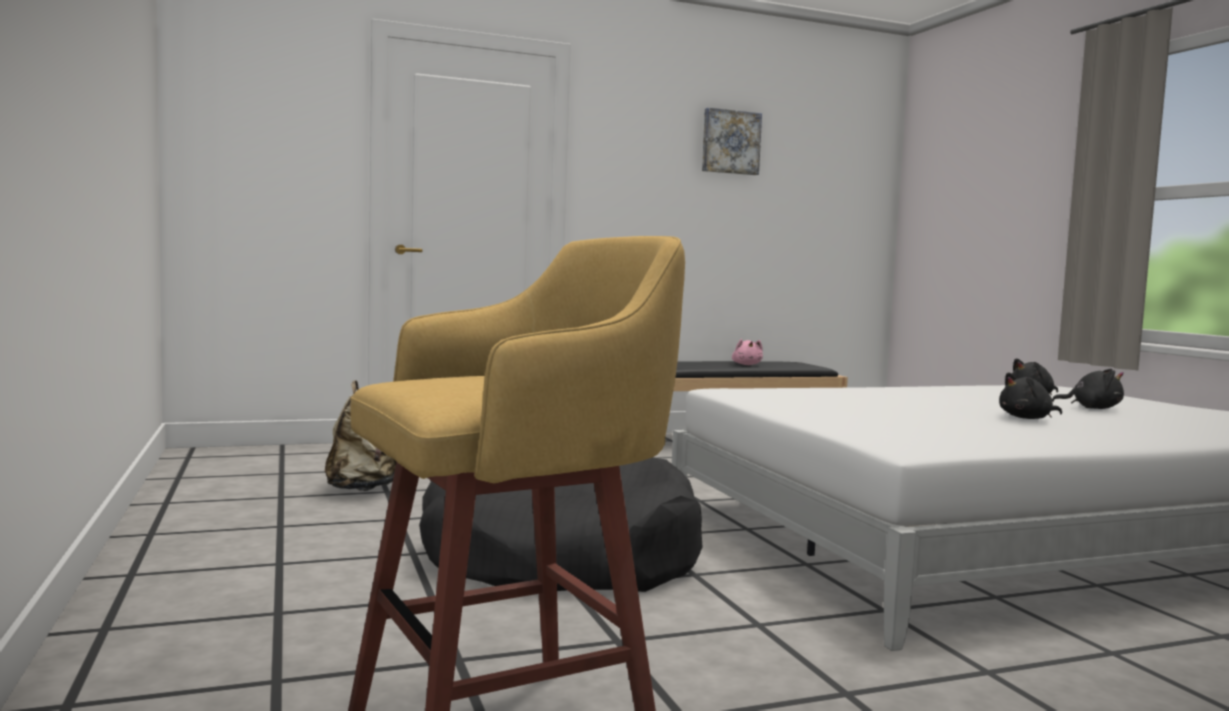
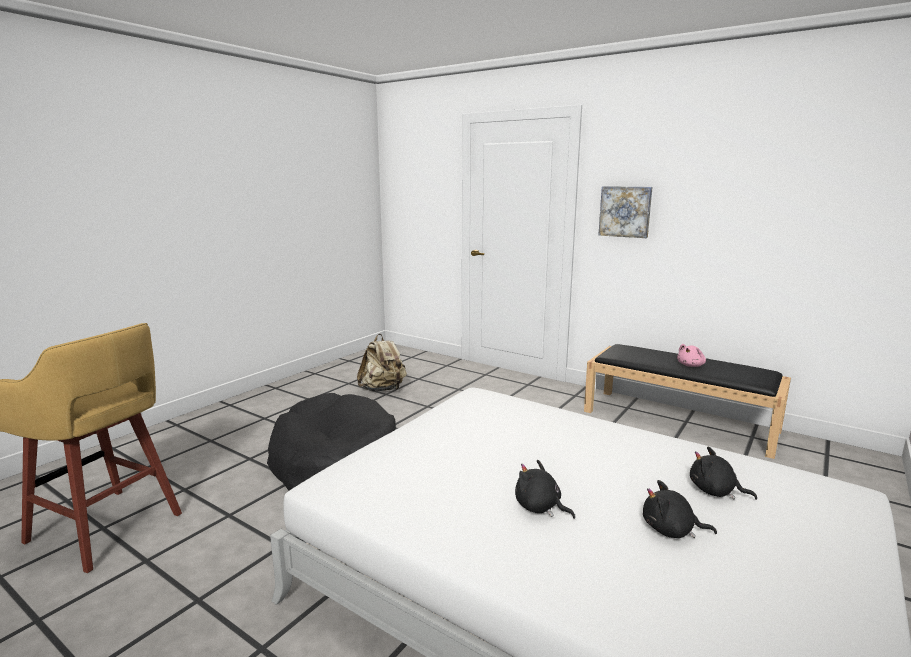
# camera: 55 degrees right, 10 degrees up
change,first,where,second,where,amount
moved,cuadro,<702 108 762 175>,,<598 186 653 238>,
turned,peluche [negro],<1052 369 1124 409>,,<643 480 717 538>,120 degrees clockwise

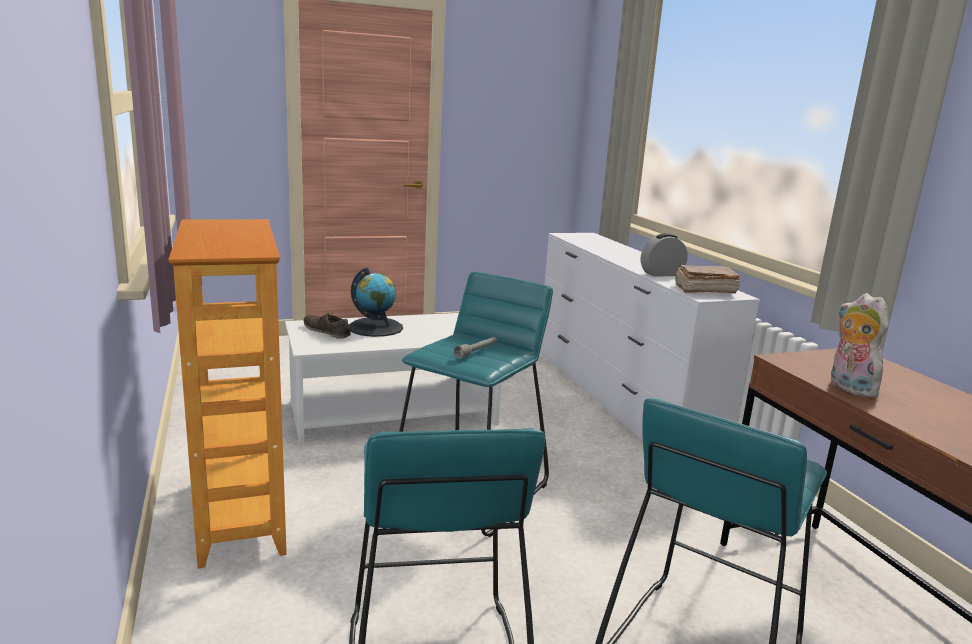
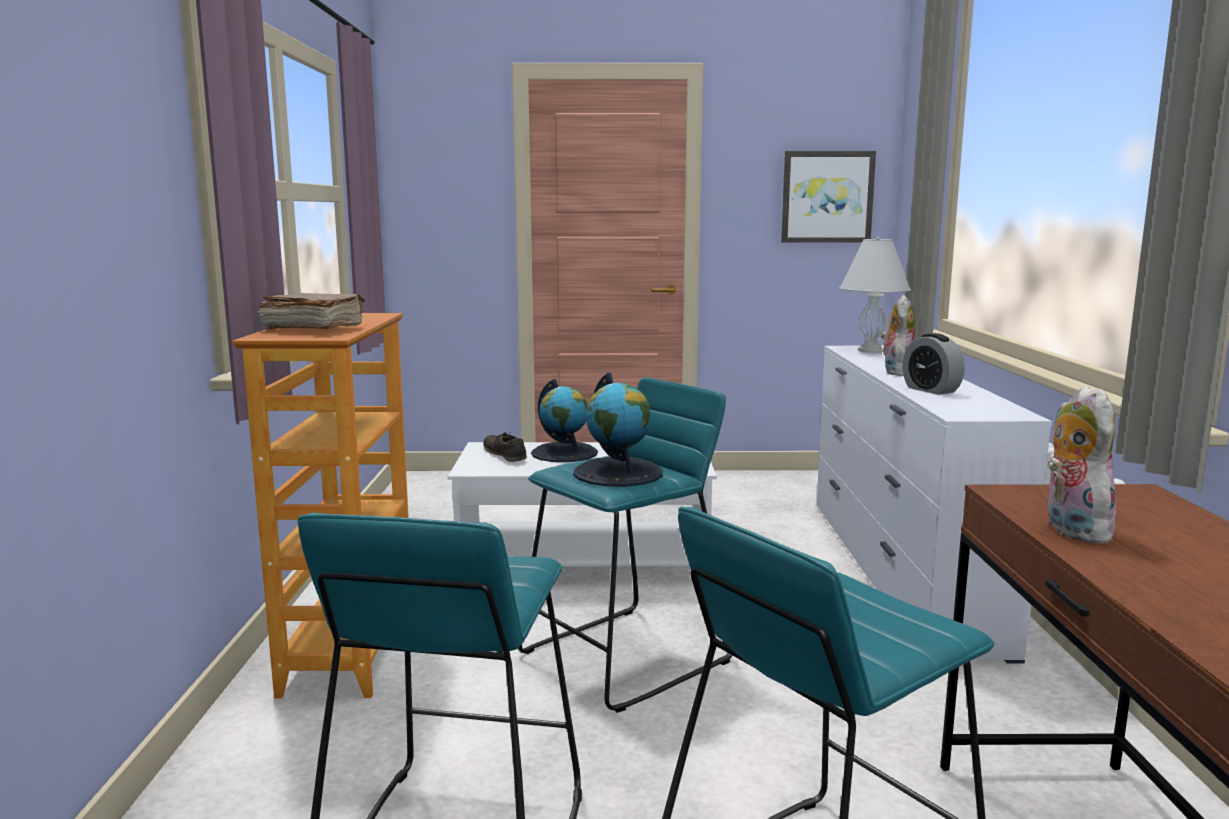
# camera: 20 degrees right, 5 degrees down
change,first,where,second,where,amount
turned,despertador,<641 233 688 277>,,<902 333 965 395>,120 degrees counterclockwise
moved,libro [marrón],<675 265 741 293>,,<258 293 365 330>,
replaced,linterna [gris],<454 337 497 359>,globo terráqueo,<573 372 663 487>,
added,,,cuadro,<781 151 876 243>,
added,,,lámpara de mesa [blanco],<840 237 911 353>,
added,,,peluche,<881 295 915 376>,

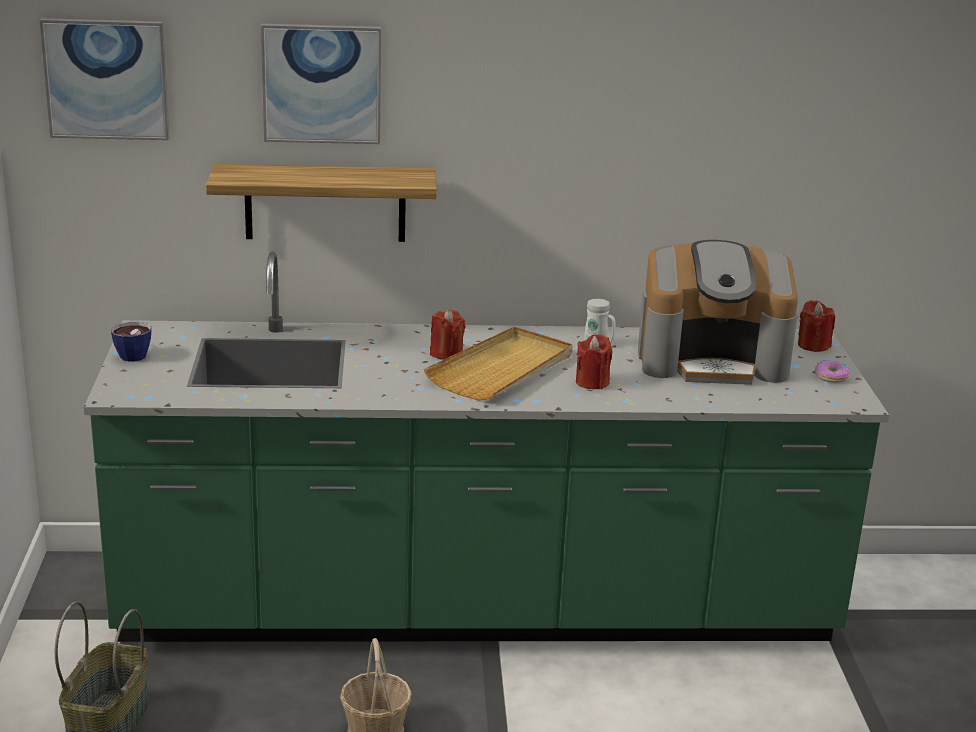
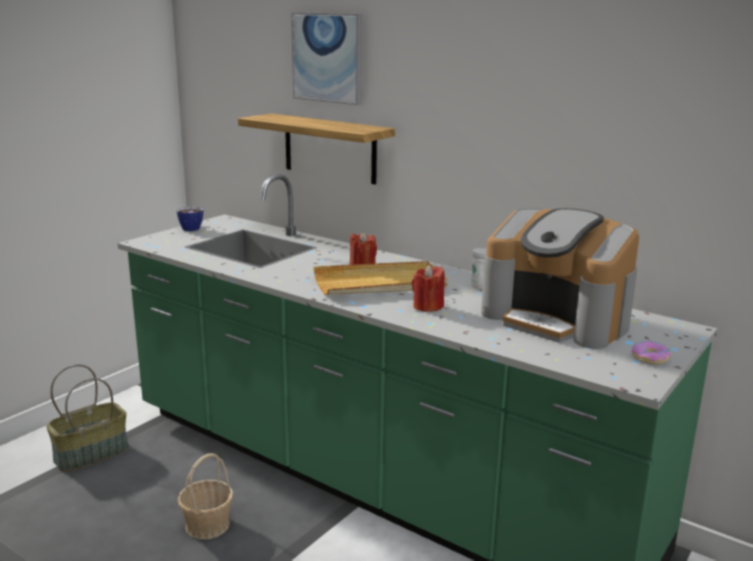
# camera: 40 degrees right, 5 degrees down
change,first,where,second,where,amount
removed,cuadro,<39 18 170 140>,,,
removed,vela [rojo],<798 300 835 352>,,,

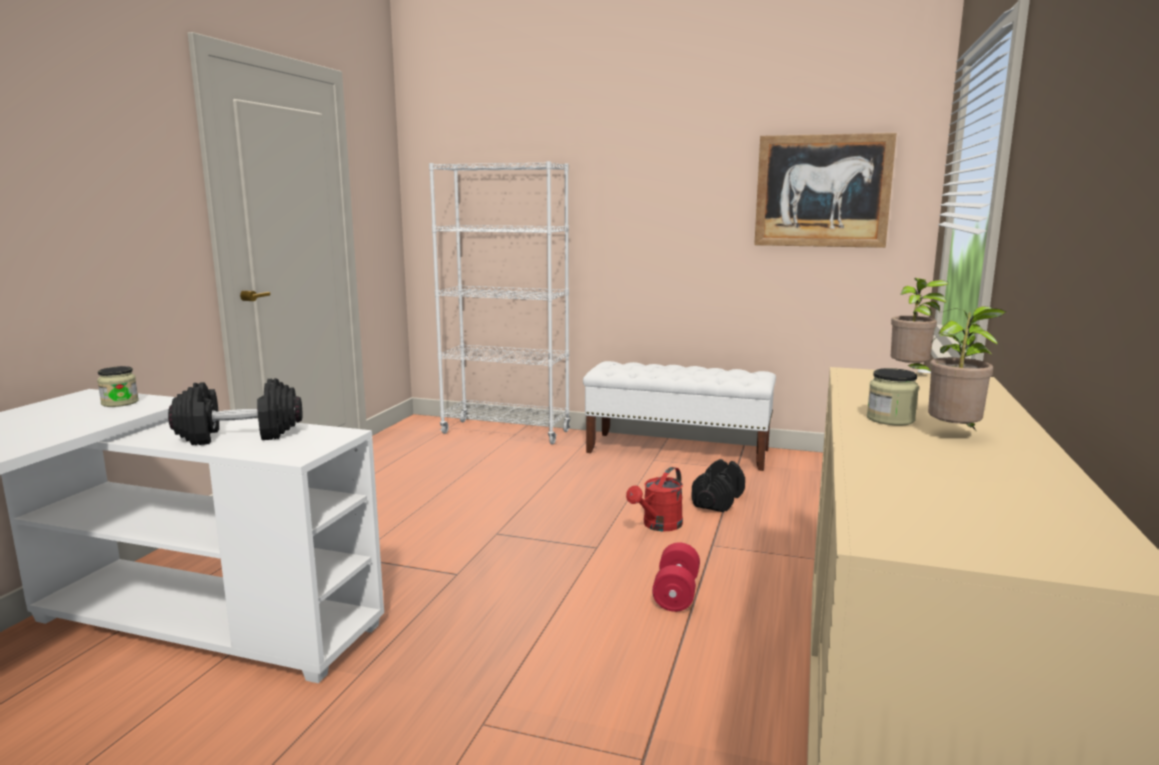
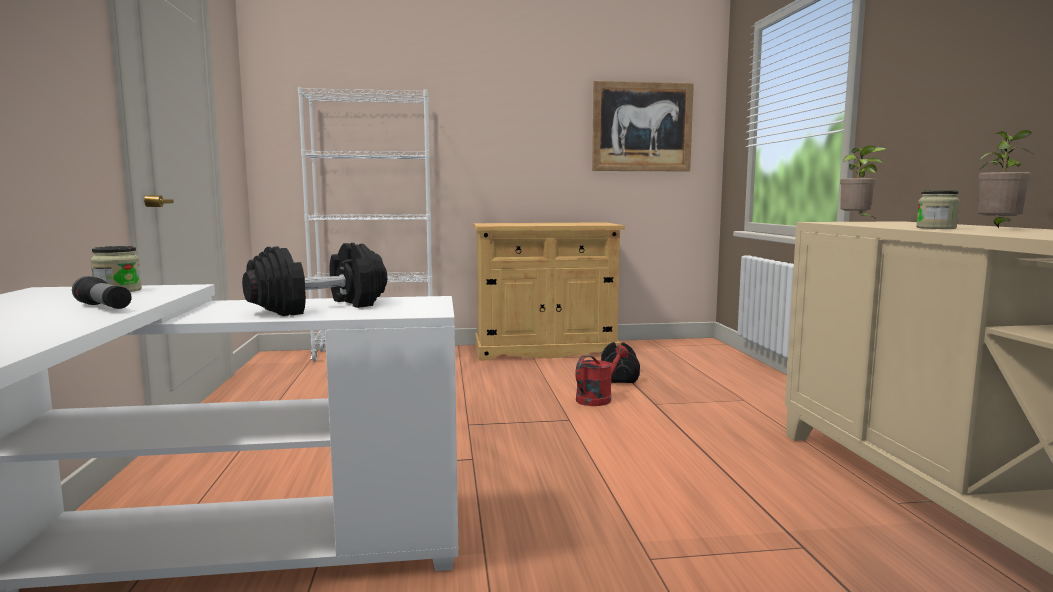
# camera: 25 degrees left, 5 degrees down
change,first,where,second,where,amount
replaced,banco [blanco],<583 361 776 471>,armario [beis],<473 222 625 361>,
turned,regadera [rojo],<626 467 683 532>,,<575 345 629 406>,150 degrees counterclockwise
removed,mancuerna [rojo],<652 542 700 612>,,,
added,,,linterna,<72 276 132 309>,

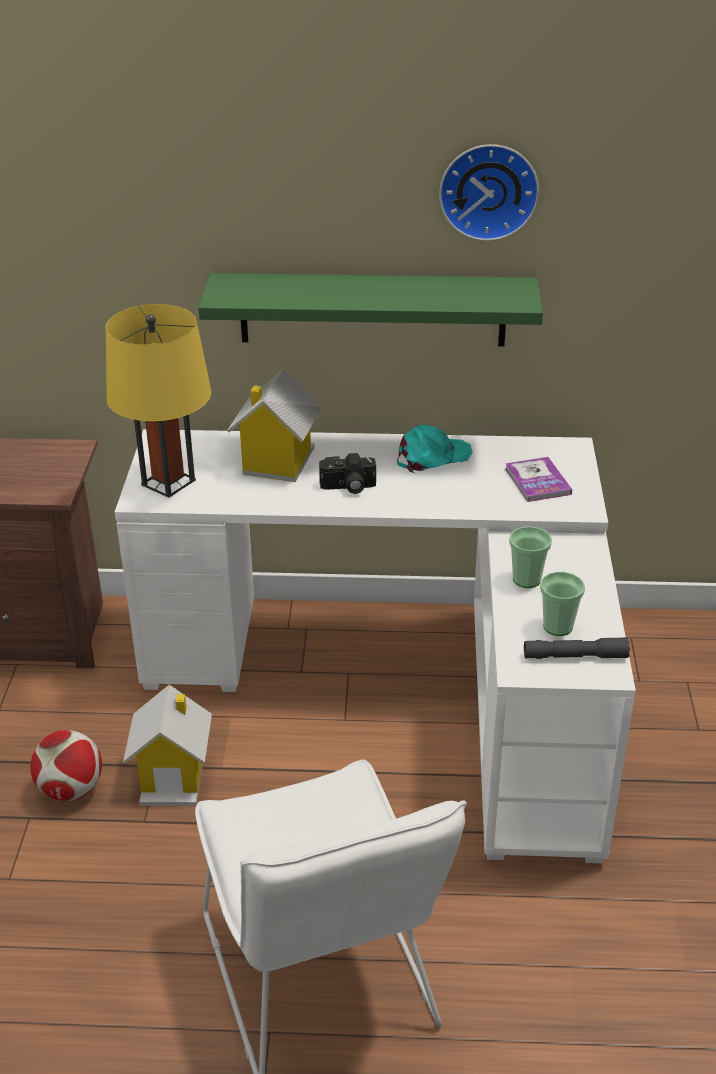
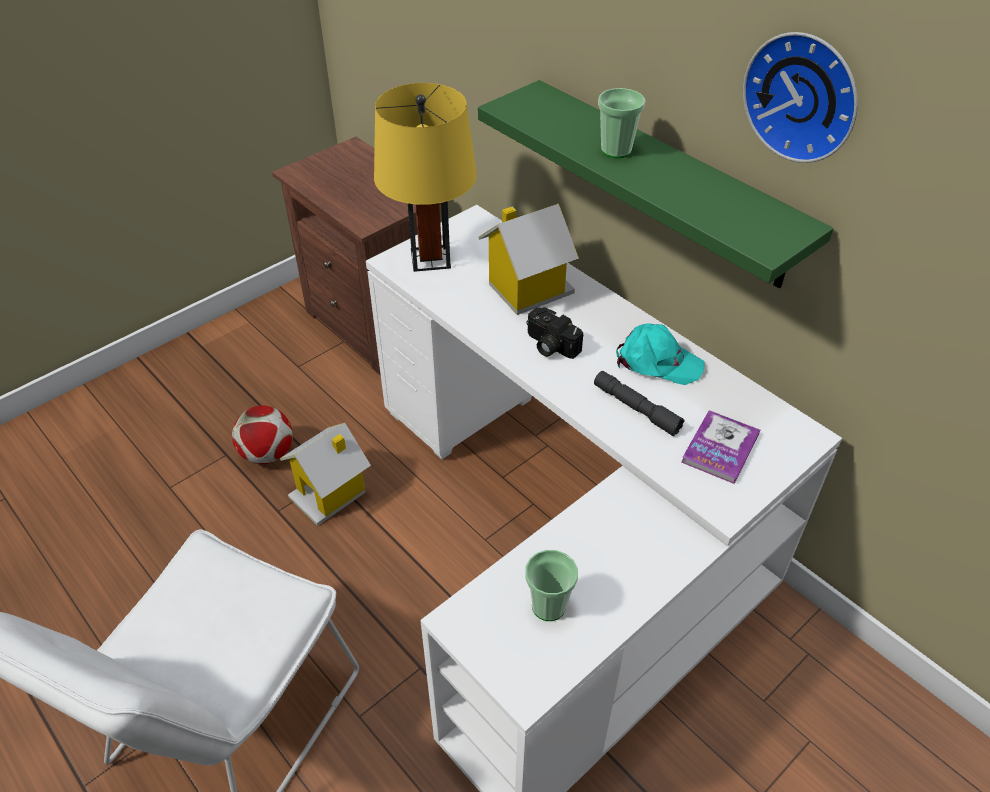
# camera: 45 degrees right, 10 degrees up
change,first,where,second,where,amount
moved,taza,<509 526 552 588>,,<598 88 645 158>,
moved,linterna [gris],<524 637 630 659>,,<594 371 685 436>,

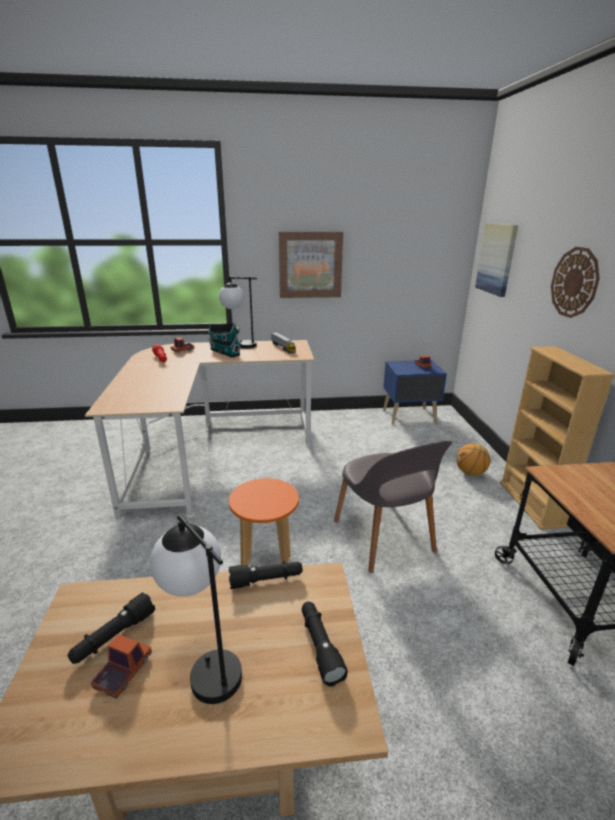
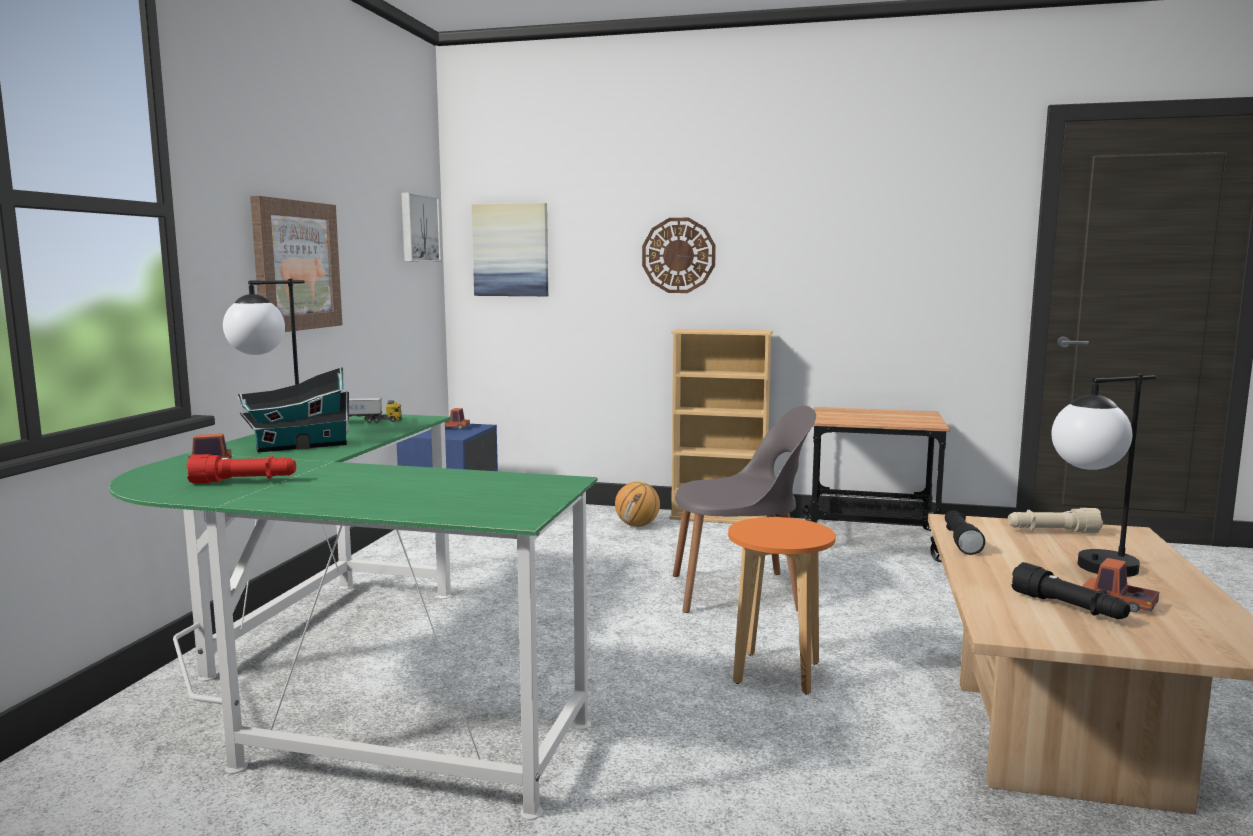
# camera: 70 degrees left, 15 degrees down
change,first,where,second,where,amount
recoloured,escritorio [beis],<85 340 314 522>,escritorio [verde],<109 414 597 820>,
recoloured,linterna [negro],<302 601 348 686>,linterna [beis],<1008 508 1103 533>,
added,,,cuadro,<401 192 441 262>,

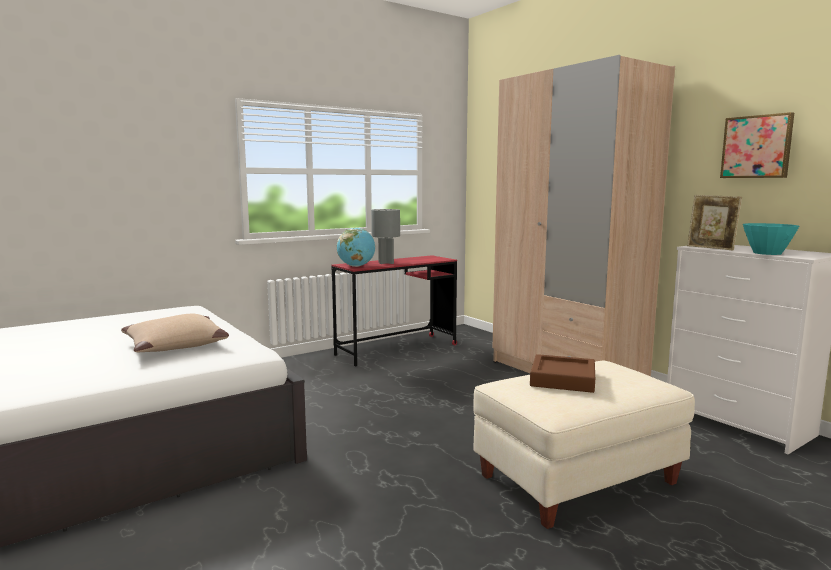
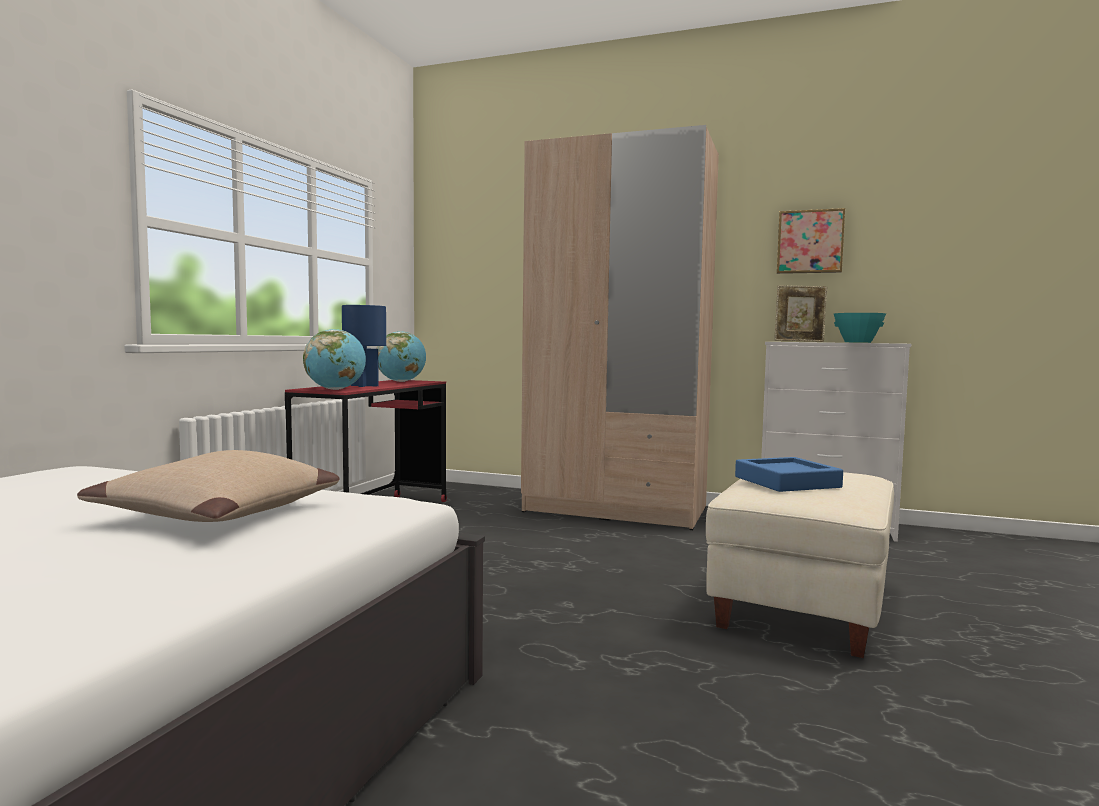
# camera: 35 degrees left, 5 degrees down
change,first,where,second,where,amount
recoloured,lámpara de mesa [gris],<371 209 400 264>,lámpara de mesa [azul],<342 305 386 387>,
recoloured,bandeja [marrón],<530 354 595 393>,bandeja [azul],<735 457 843 492>,
added,,,globo terráqueo,<376 331 426 382>,

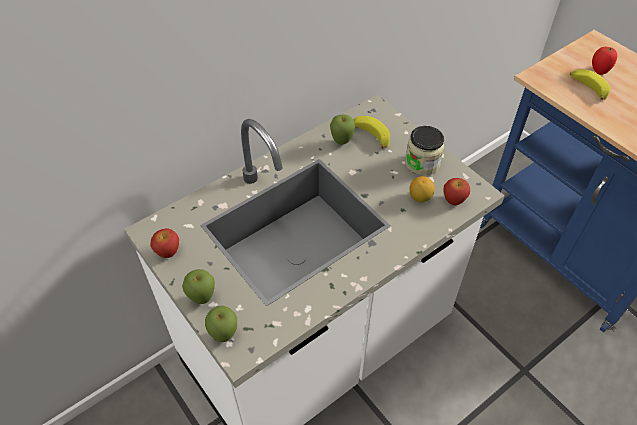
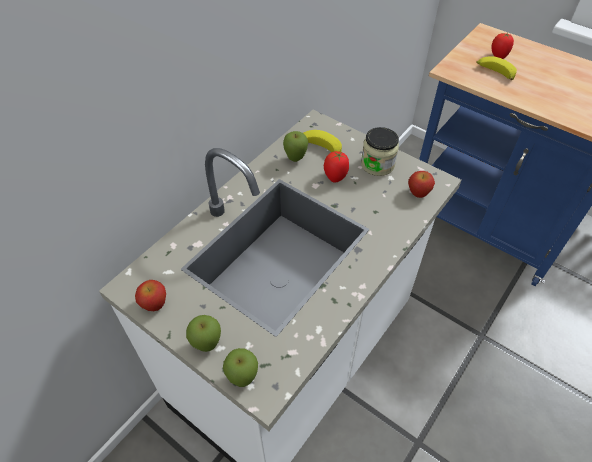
# camera: 15 degrees left, 0 degrees up
change,first,where,second,where,amount
removed,limón,<409 176 435 203>,,,
added,,,tomate,<324 151 349 183>,

